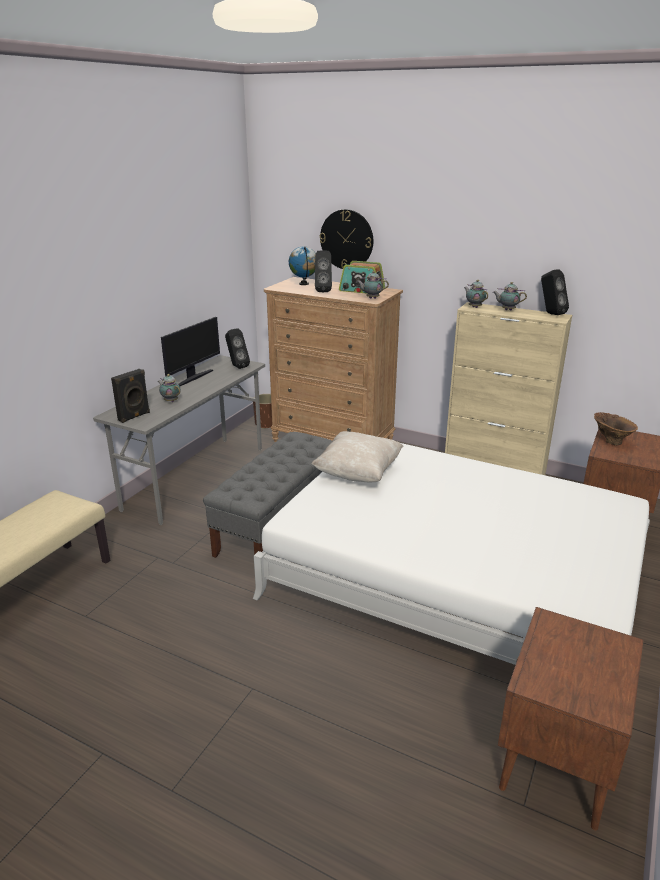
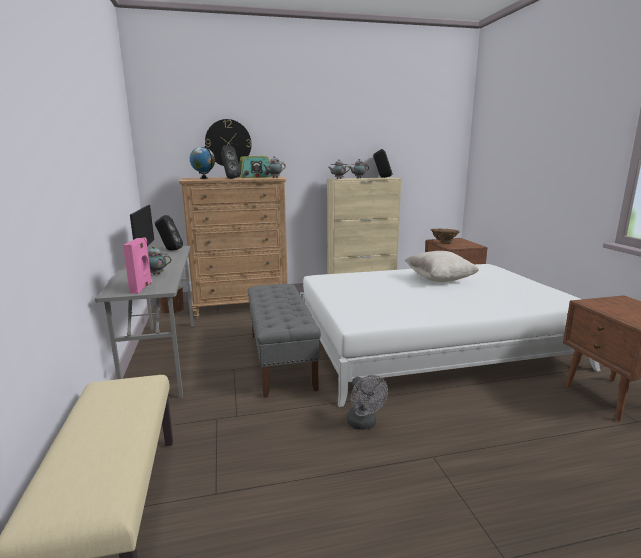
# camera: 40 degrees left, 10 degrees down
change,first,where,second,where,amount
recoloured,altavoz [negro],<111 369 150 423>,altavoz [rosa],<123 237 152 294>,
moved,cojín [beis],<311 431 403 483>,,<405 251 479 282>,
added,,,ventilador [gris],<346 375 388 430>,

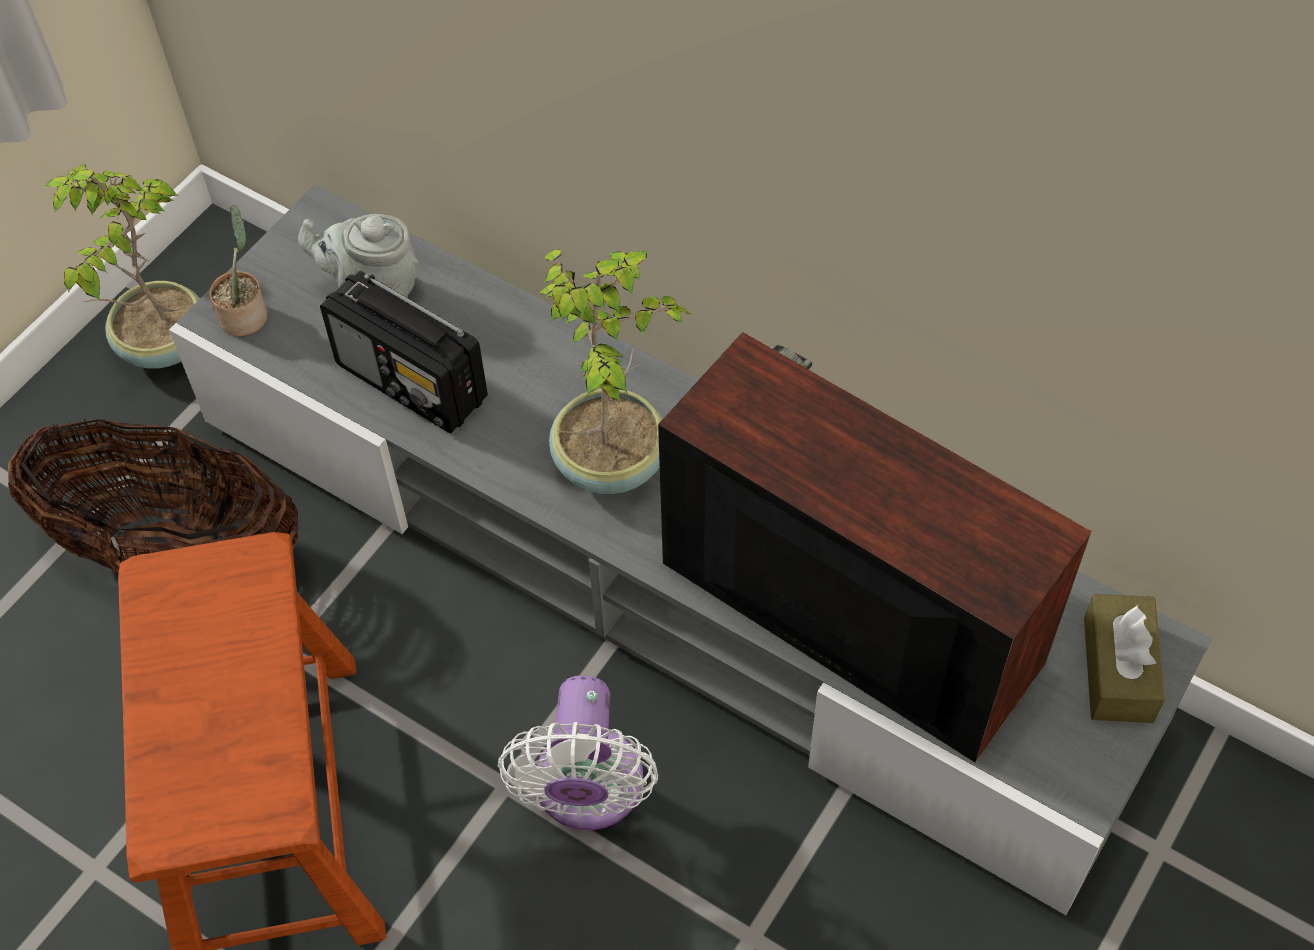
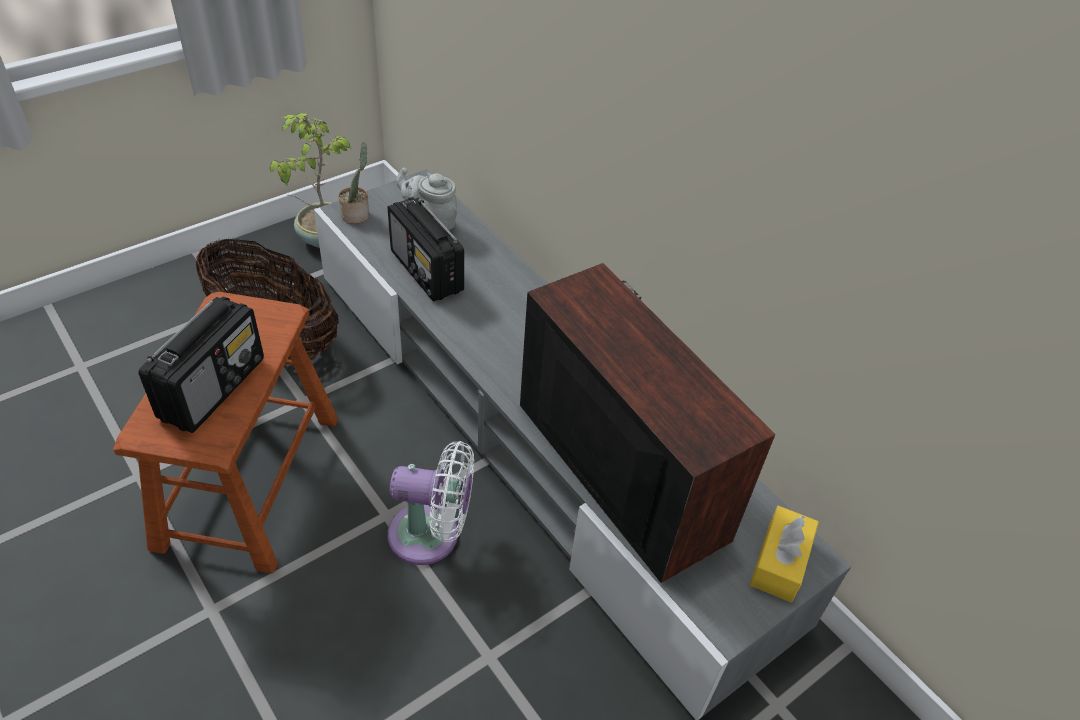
# camera: 15 degrees right, 10 degrees down
change,first,where,second,where,amount
removed,planta en maceta,<540 249 692 494>,,,
recoloured,caja de pañuelos [marrón],<1084 594 1165 723>,caja de pañuelos [amarillo],<750 506 819 602>,
turned,ventilador [blanco],<498 675 658 830>,,<388 441 474 565>,105 degrees counterclockwise
added,,,radio,<138 297 264 433>,

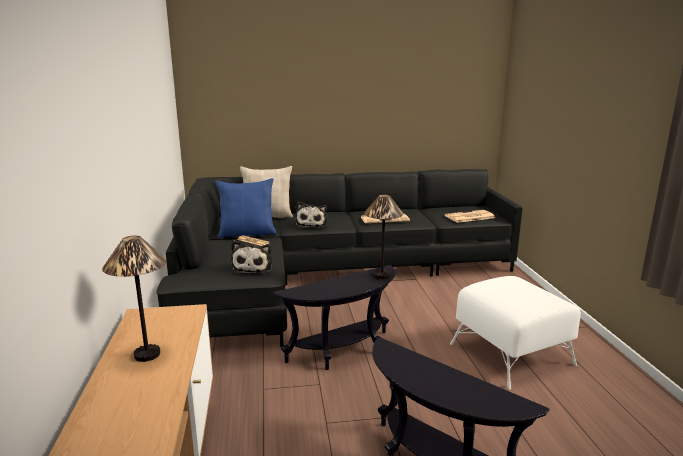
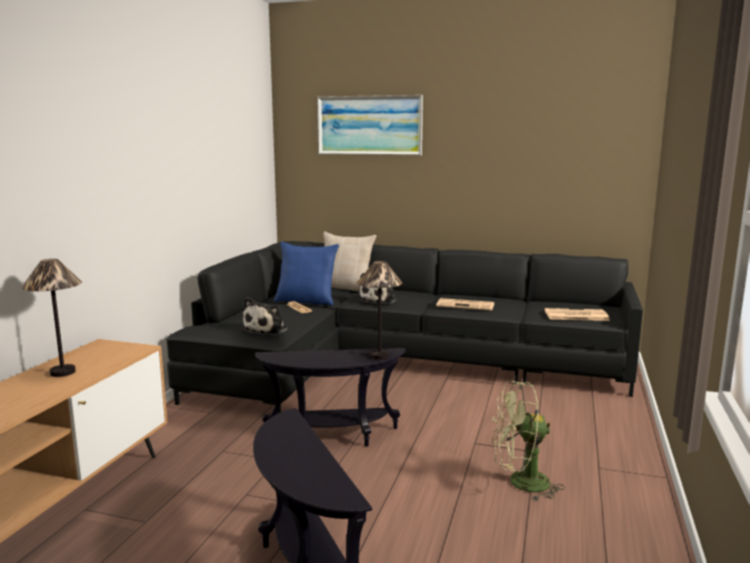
# camera: 25 degrees right, 5 degrees down
change,first,where,second,where,amount
replaced,puf [blanco],<450 276 581 389>,ventilador [verde],<492 381 565 501>,
added,,,cuadro,<317 95 423 156>,

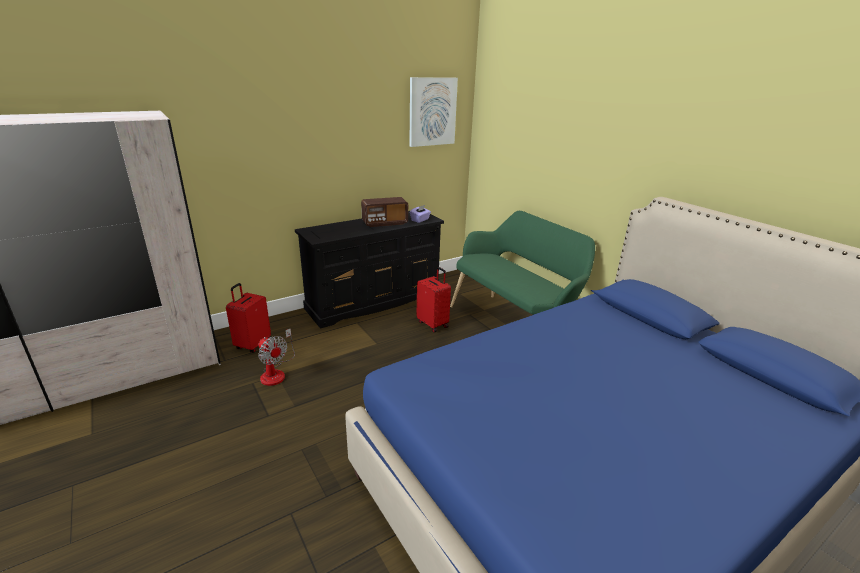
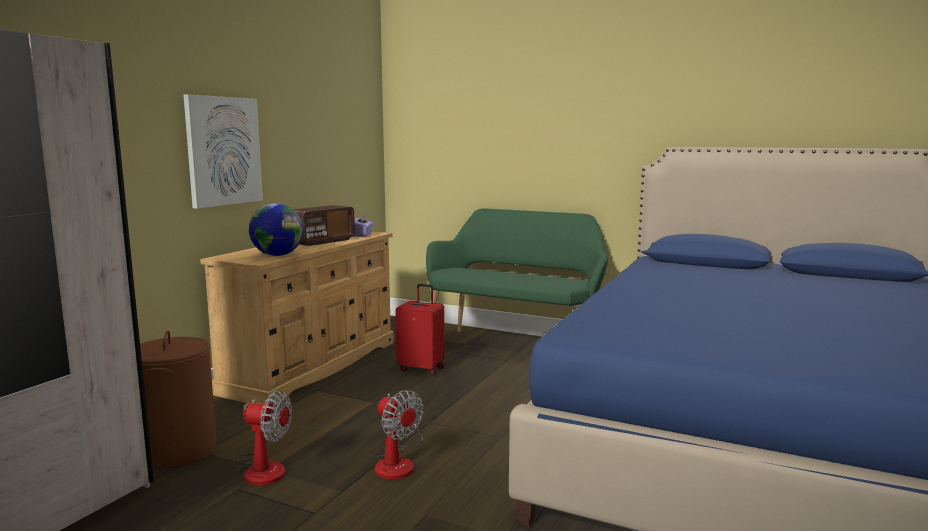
# camera: 30 degrees left, 15 degrees down
change,first,where,second,where,amount
moved,cuadro,<409 77 458 147>,,<183 94 263 209>,
recoloured,cómoda [negro],<295 211 444 329>,cómoda [beis],<200 231 394 404>,
replaced,maleta [rojo],<226 283 271 353>,cesto de la ropa [marrón],<140 331 217 469>,
added,,,globo terráqueo,<249 203 303 256>,
added,,,ventilador,<375 390 424 480>,

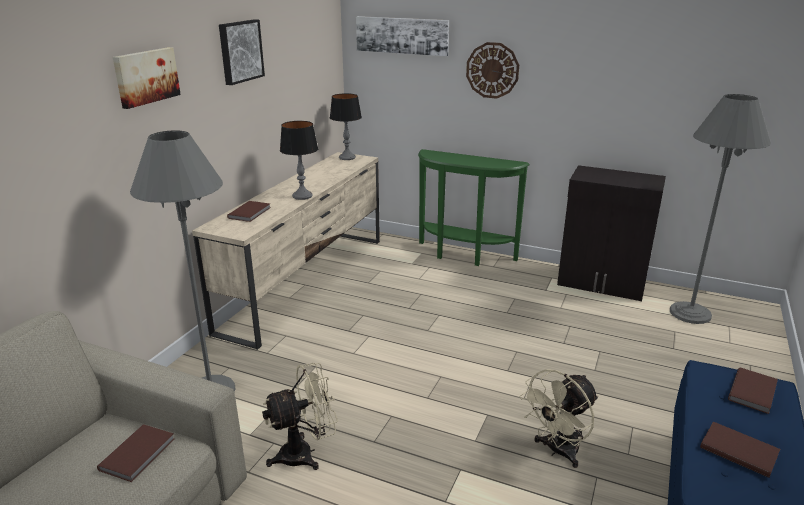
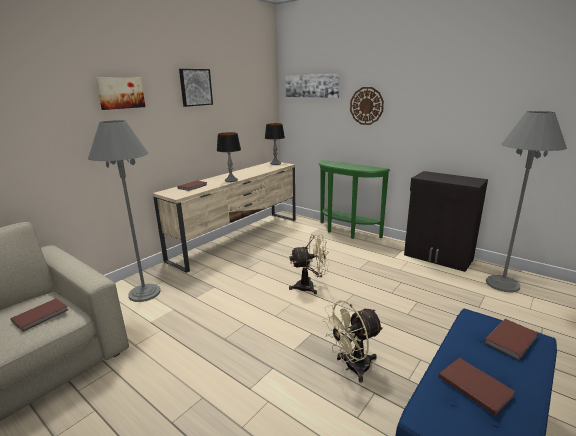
# camera: 15 degrees right, 5 degrees down
change,first,where,second,where,amount
moved,ventilador [beis],<262 363 338 470>,,<289 235 330 294>,

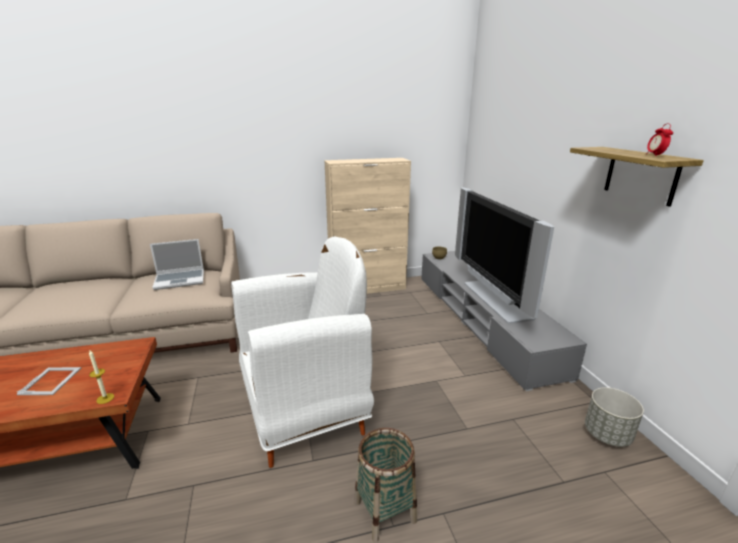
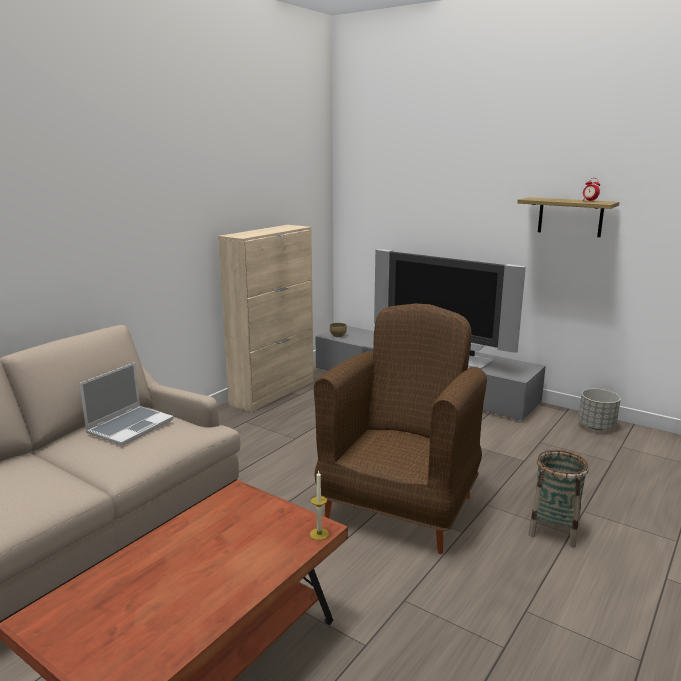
# camera: 40 degrees left, 5 degrees down
change,first,where,second,where,amount
recoloured,sillón [blanco],<231 236 374 468>,sillón [marrón],<314 303 487 554>,
removed,portarretratos,<17 367 81 395>,,,

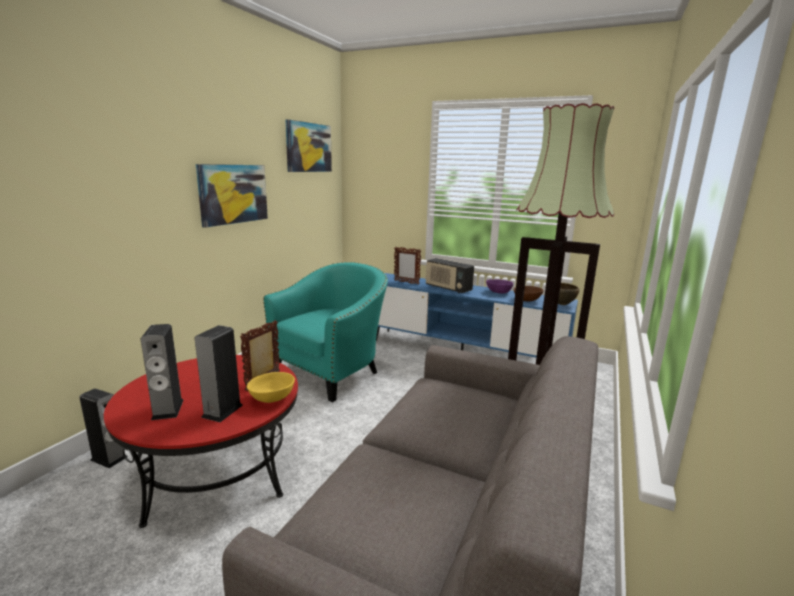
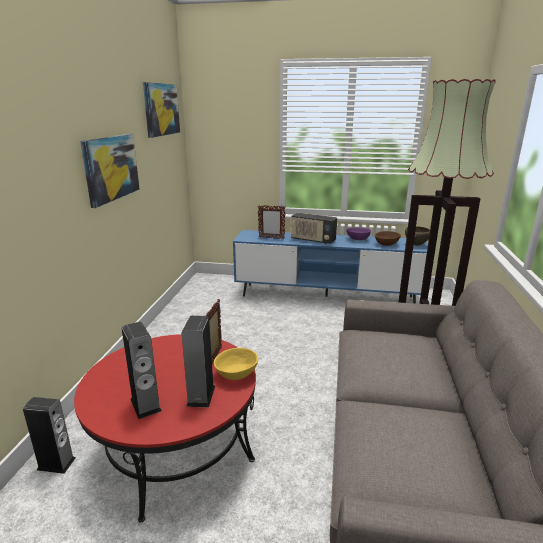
# camera: 15 degrees left, 5 degrees up
change,first,where,second,where,amount
removed,sillón [turquesa],<263 262 388 402>,,,

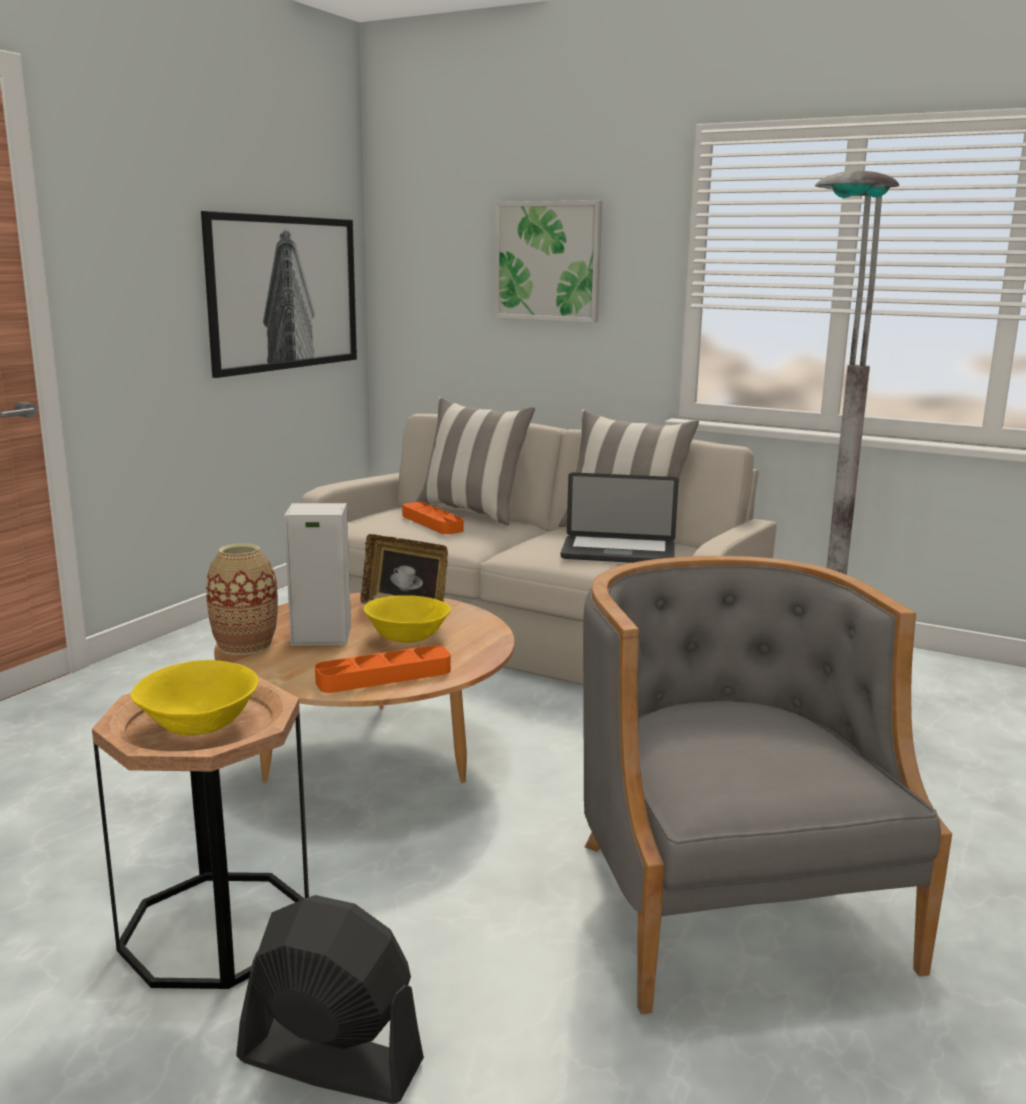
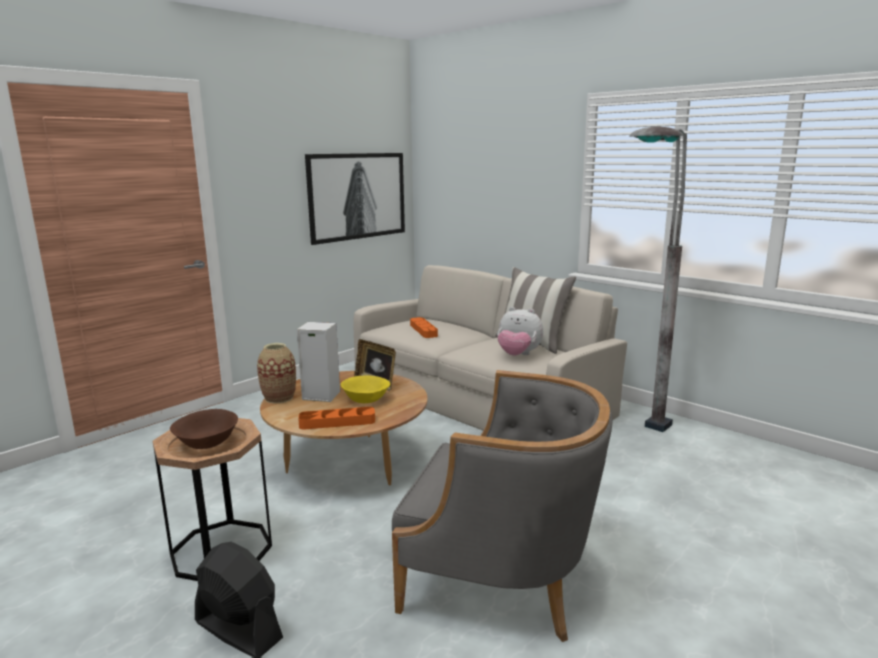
# camera: 15 degrees right, 0 degrees up
change,first,where,second,where,amount
removed,cuadro,<494 200 602 323>,,,
removed,cojín,<416 397 535 526>,,,
replaced,portátil,<561 473 679 563>,peluche,<497 307 543 356>,
turned,sillón [gris],<583 556 952 1014>,,<392 370 613 642>,105 degrees clockwise
recoloured,cuenco [amarillo],<131 660 259 736>,cuenco [marrón],<170 409 238 449>,

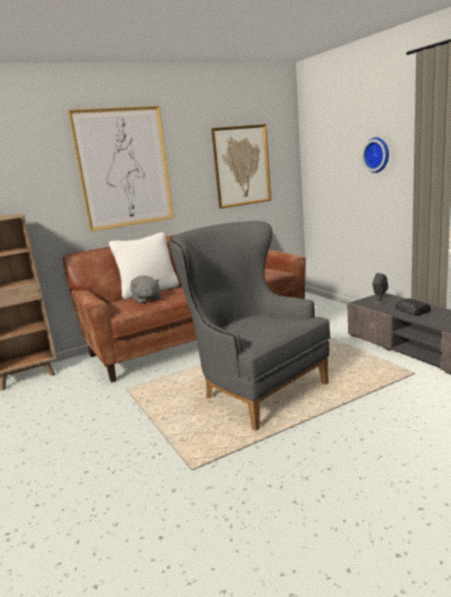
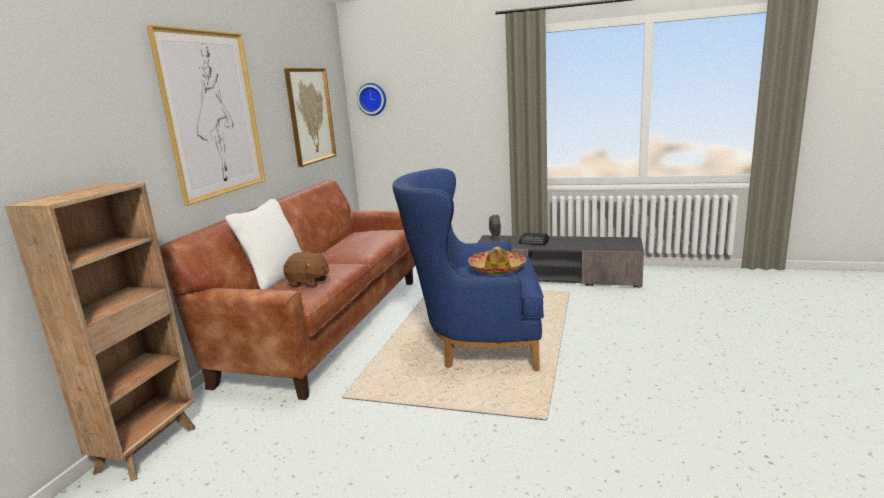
# camera: 45 degrees left, 0 degrees up
change,first,where,second,where,amount
moved,reloj de pared,<362 137 389 173>,,<357 83 386 116>,
recoloured,sillón [gris],<169 221 331 431>,sillón [azul],<392 168 544 371>,
recoloured,peluche [gris],<130 276 160 304>,peluche [marrón],<283 252 329 288>,
added,,,sombrero,<468 247 527 275>,

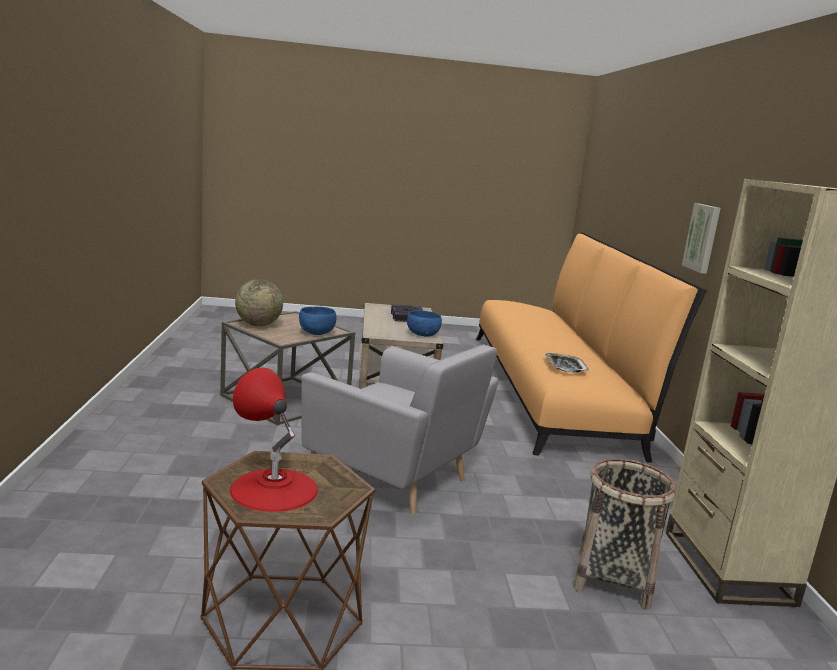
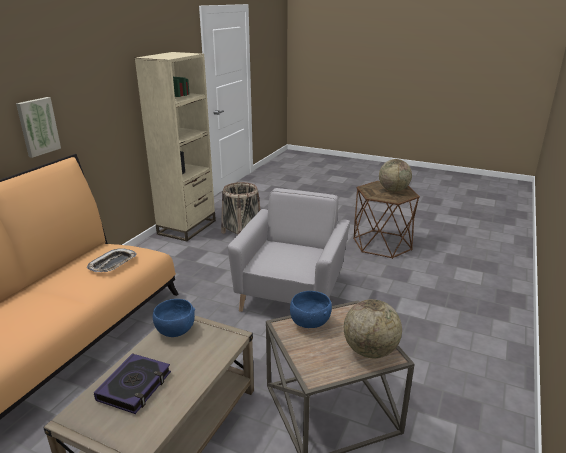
# camera: 150 degrees left, 10 degrees up
change,first,where,second,where,amount
turned,sillón [gris],<301 344 498 514>,,<228 188 350 312>,45 degrees clockwise
replaced,lámpara de mesa [rojo],<230 368 318 512>,globo terráqueo,<379 159 412 192>,

